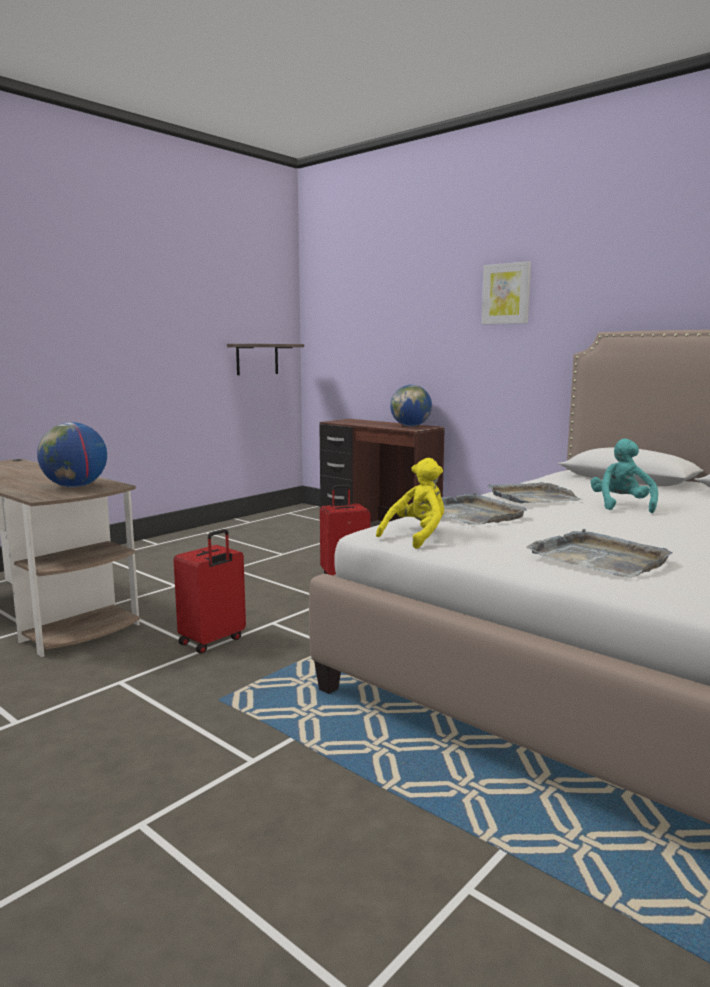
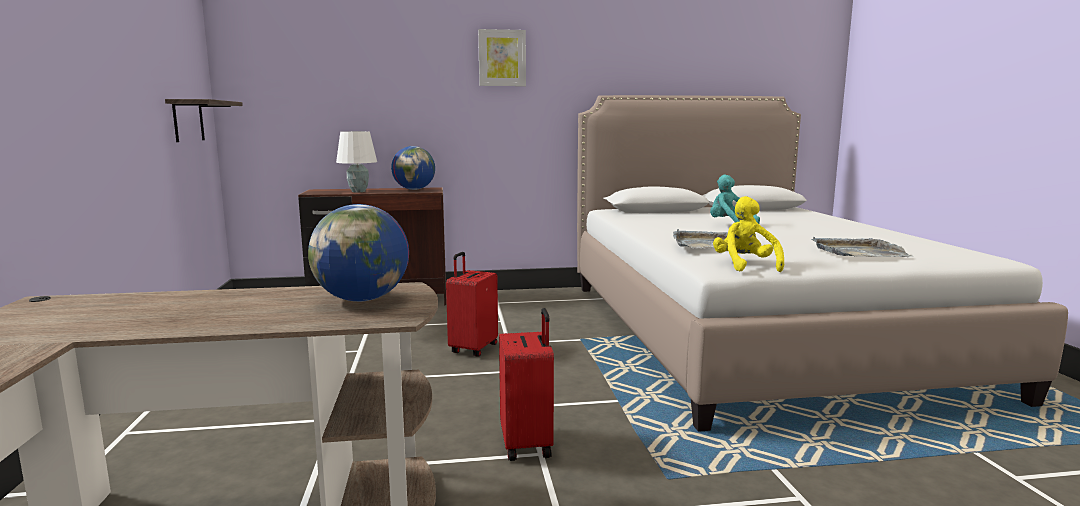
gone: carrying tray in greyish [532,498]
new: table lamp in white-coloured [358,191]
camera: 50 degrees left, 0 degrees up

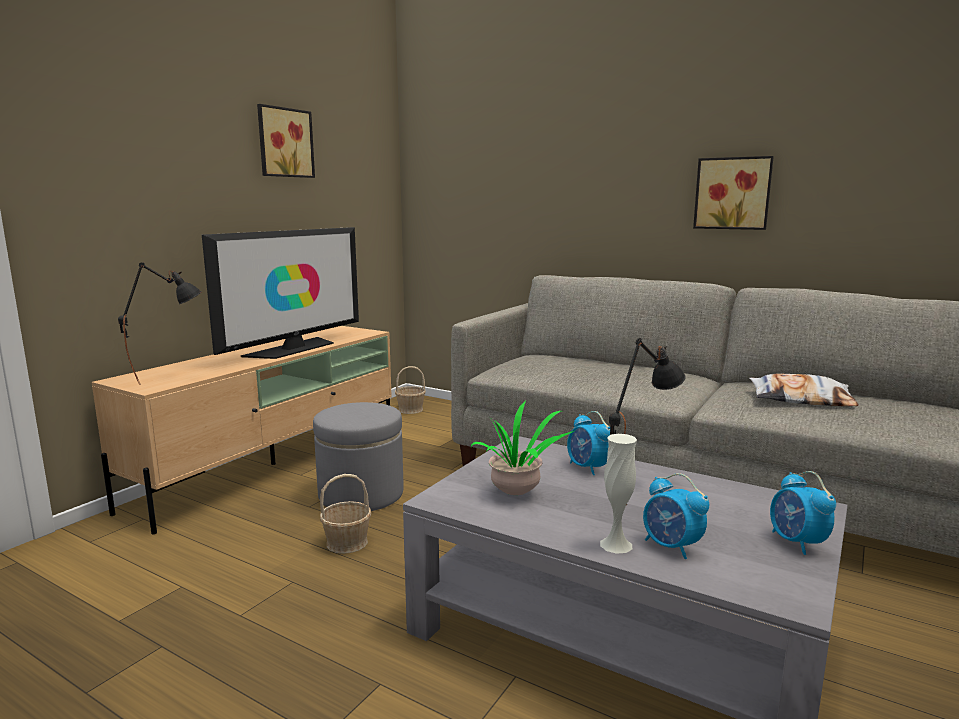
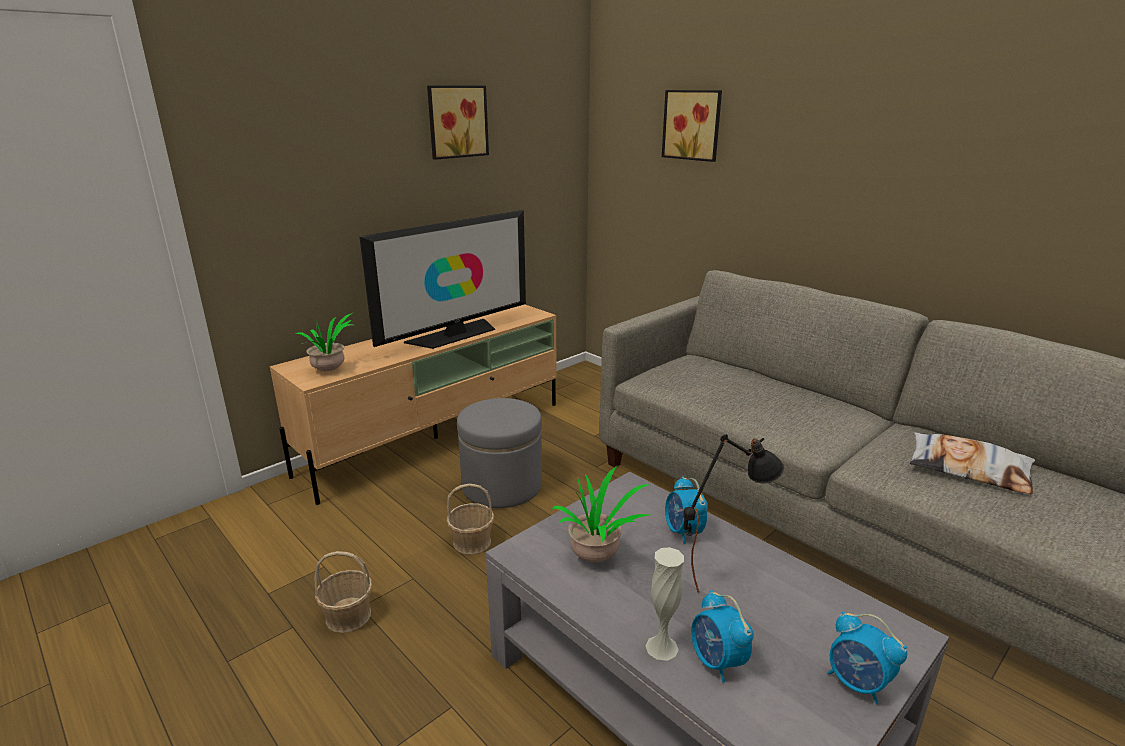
shifted: household basket [410,410] to [348,615]; wall art [732,193] to [693,125]
swapped: table lamp in blackish [169,380] to plant in a pot [331,371]
rotated: alarm clock [797,542] = [857,683] 45 degrees counterclockwise
camera: 15 degrees right, 10 degrees up

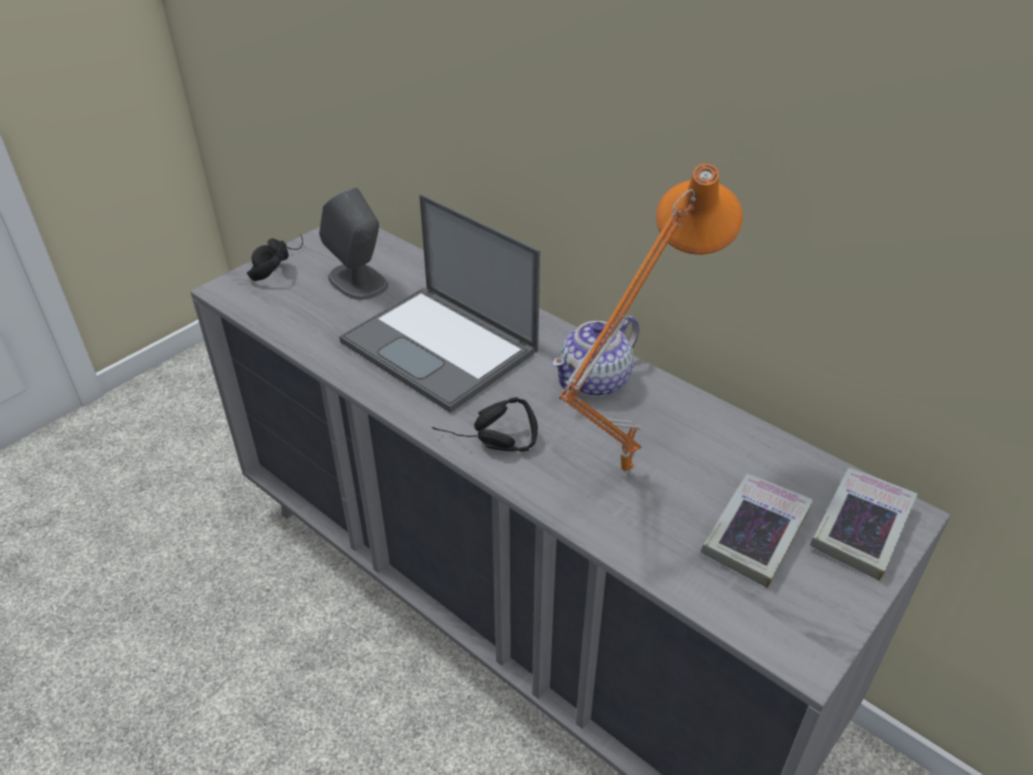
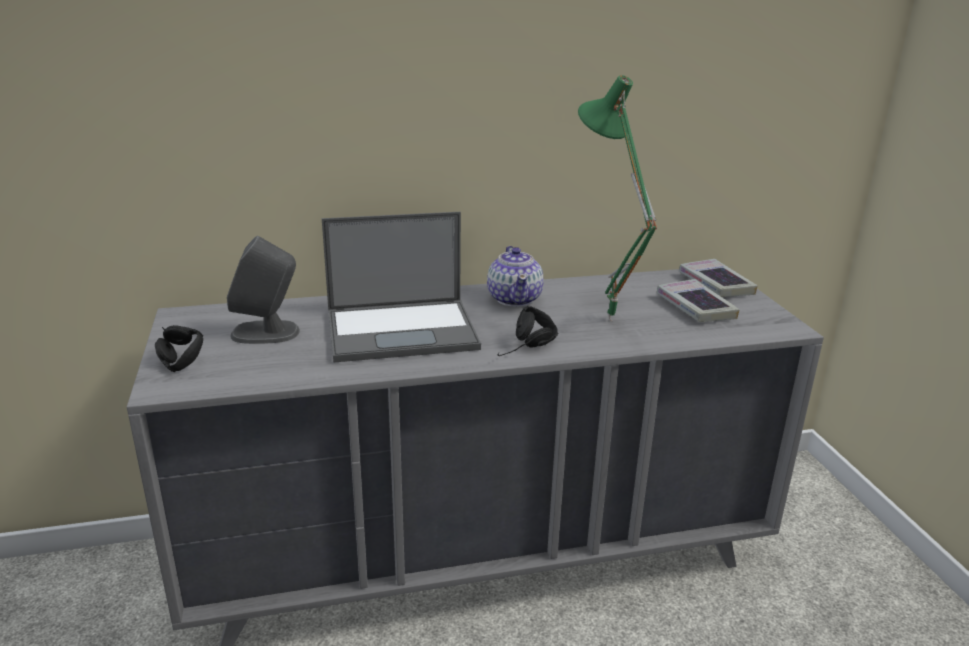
repainted: table lamp in orangey [622,470] to table lamp in greenish [605,320]
camera: 55 degrees left, 15 degrees down

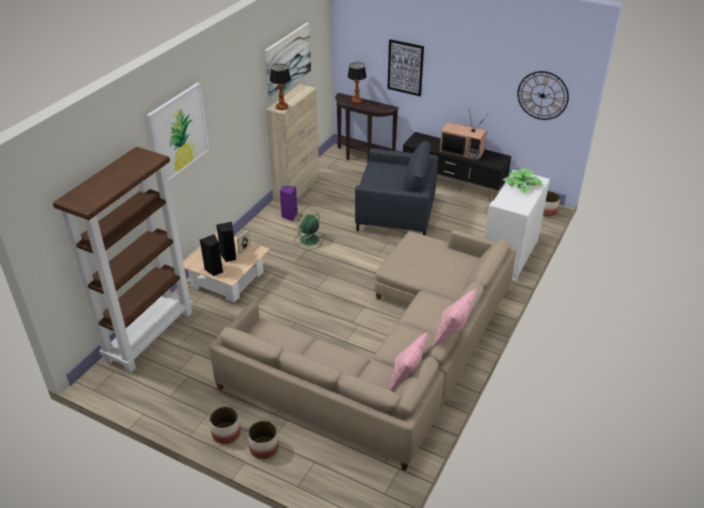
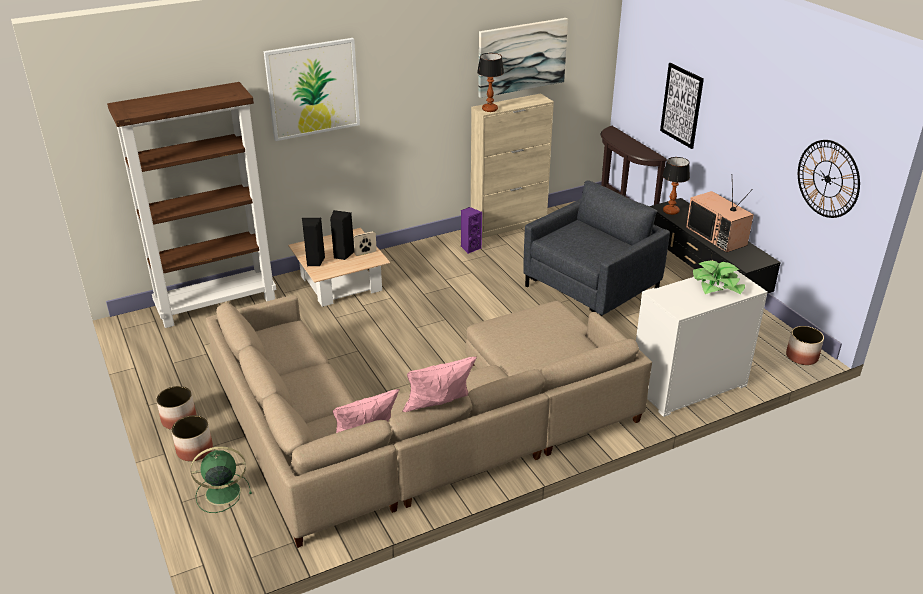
shifted: cooling fan in greenish [309,240] to [221,493]; table lamp [357,101] to [671,211]
rotated: easy chair in greyish [396,214] = [592,289] 90 degrees counterclockwise
camera: 35 degrees right, 5 degrees down

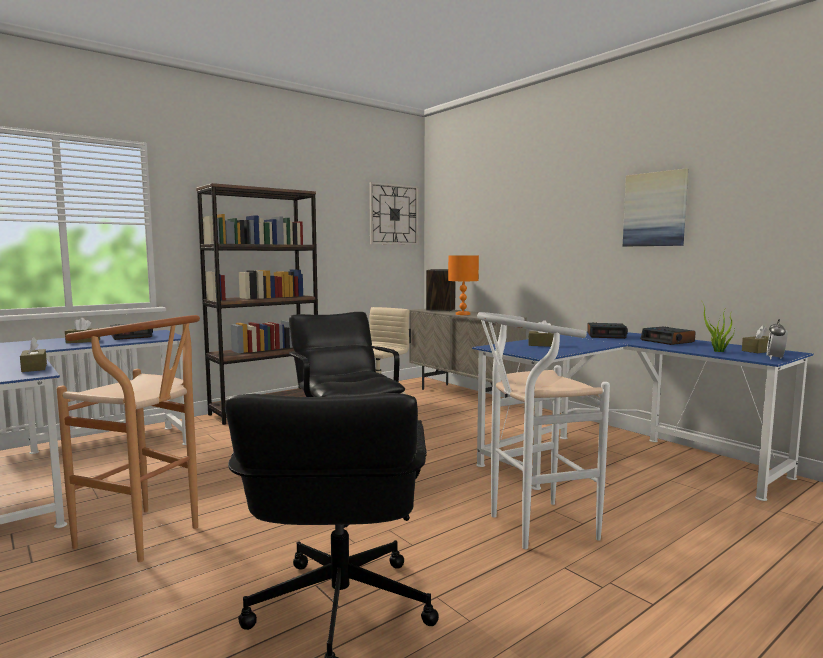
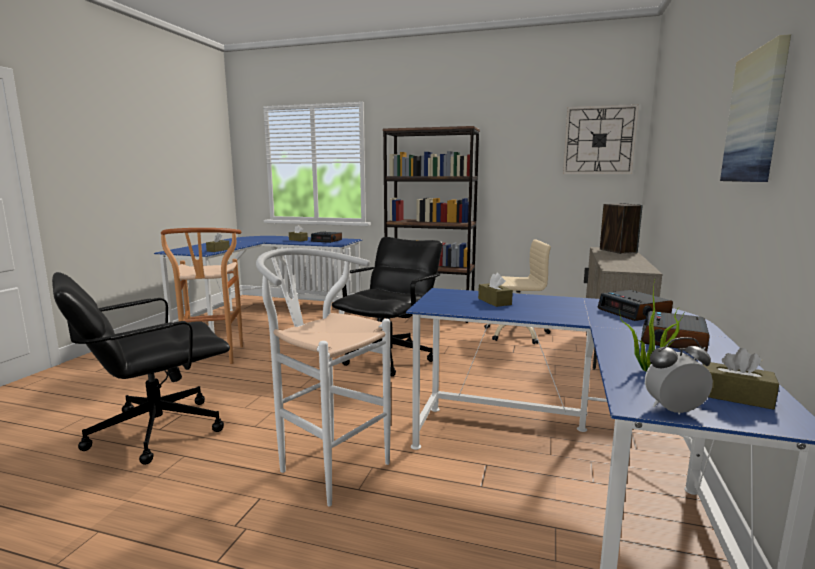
gone: table lamp in orangey [462,314]
camera: 55 degrees right, 5 degrees up

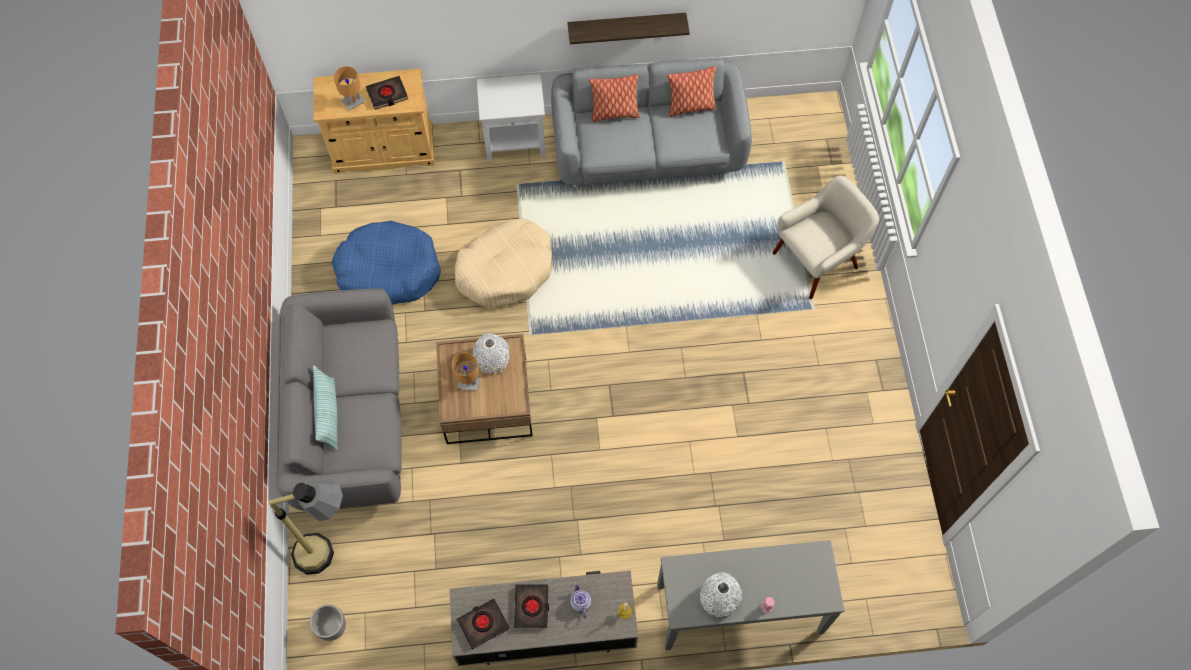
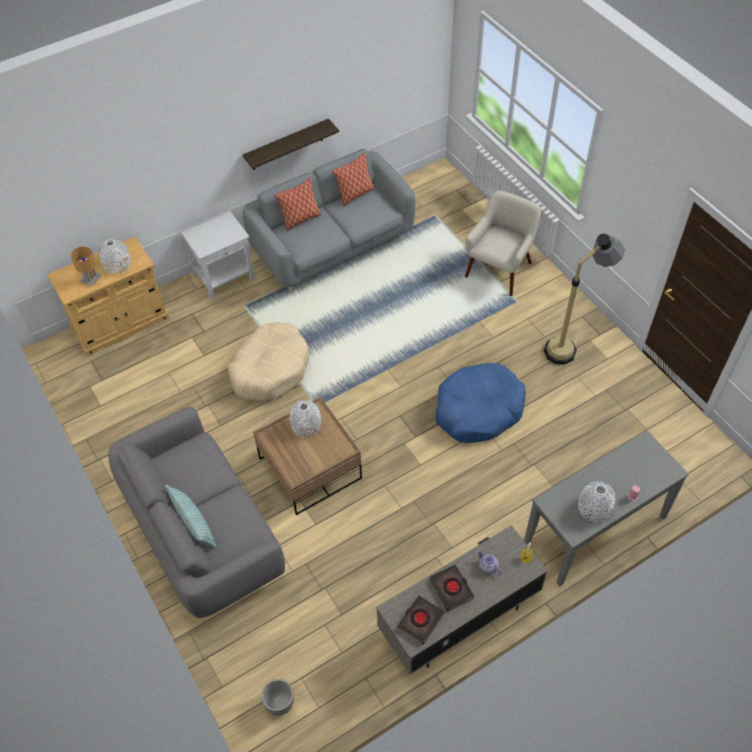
gone: table lamp in brownish [468,382]
shifted: floor lamp [332,552] to [571,345]; pet bed in blue [389,271] to [478,410]
swapped: bound book in blackish [387,95] to vase in white-coloured [117,264]
camera: 25 degrees left, 10 degrees down

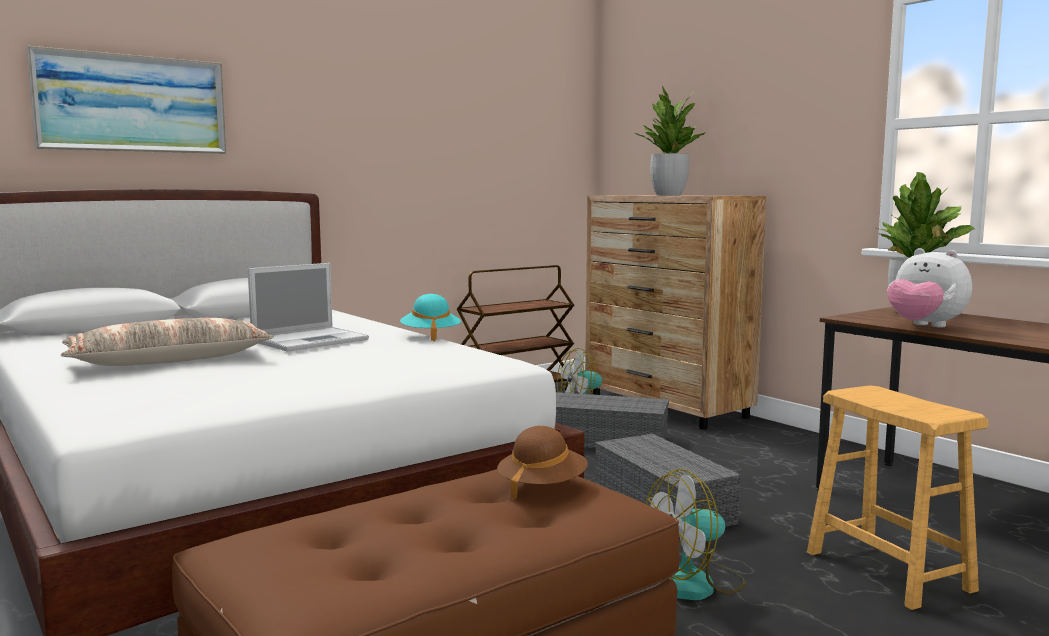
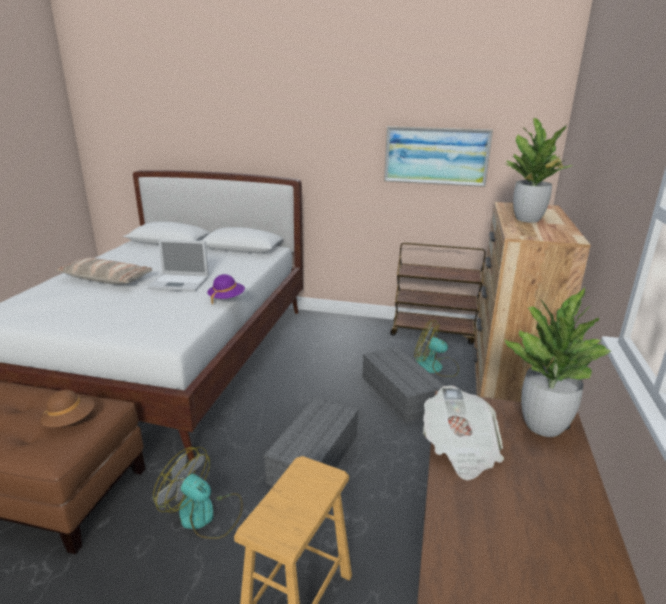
shifted: wall art [132,104] to [436,156]
swapped: soft toy [924,326] to newspaper [460,449]
repainted: hat in turquoise [430,336] to hat in purple-coloured [226,298]
camera: 50 degrees right, 15 degrees up

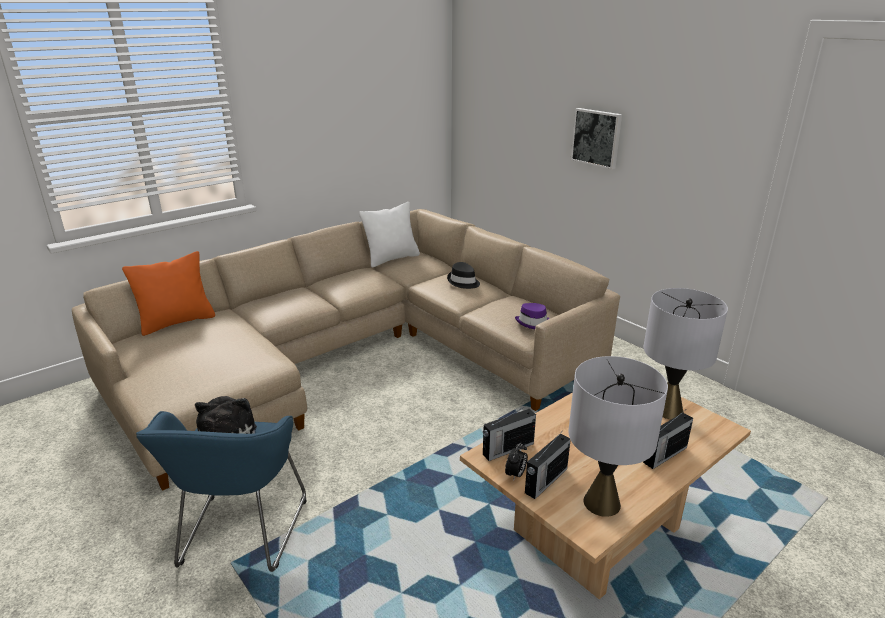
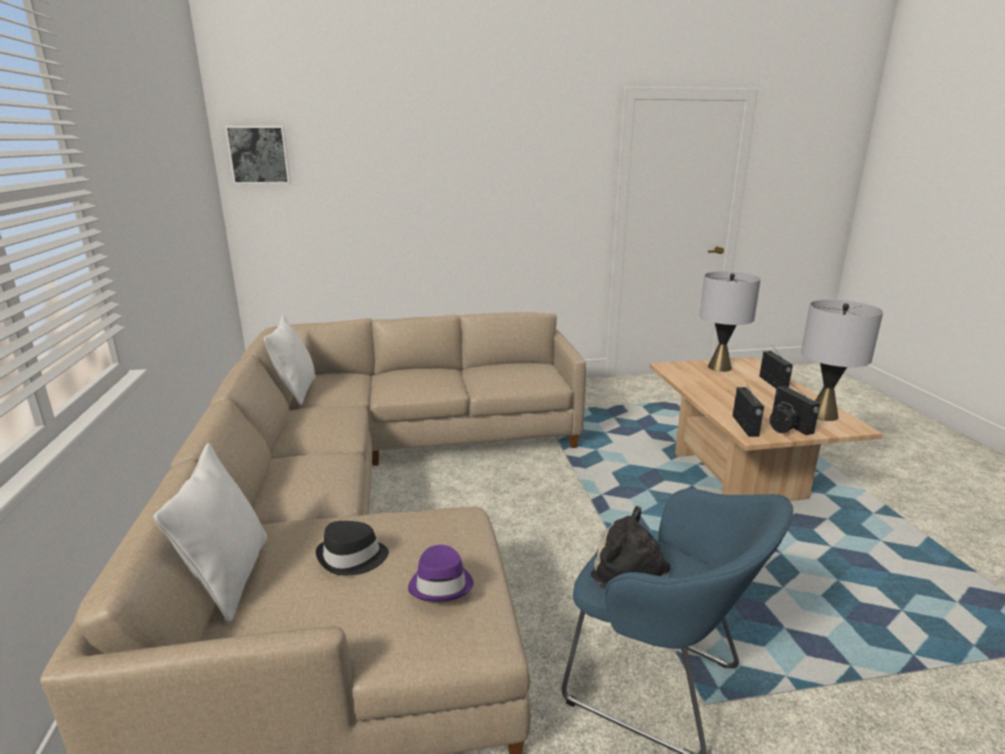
shifted: hat in blackish [463,282] to [352,558]; hat in purple-coloured [534,323] to [441,584]; wall art [597,137] to [259,155]
repainted: cushion in orangey [177,322] to cushion in white-coloured [230,578]
camera: 60 degrees left, 5 degrees down

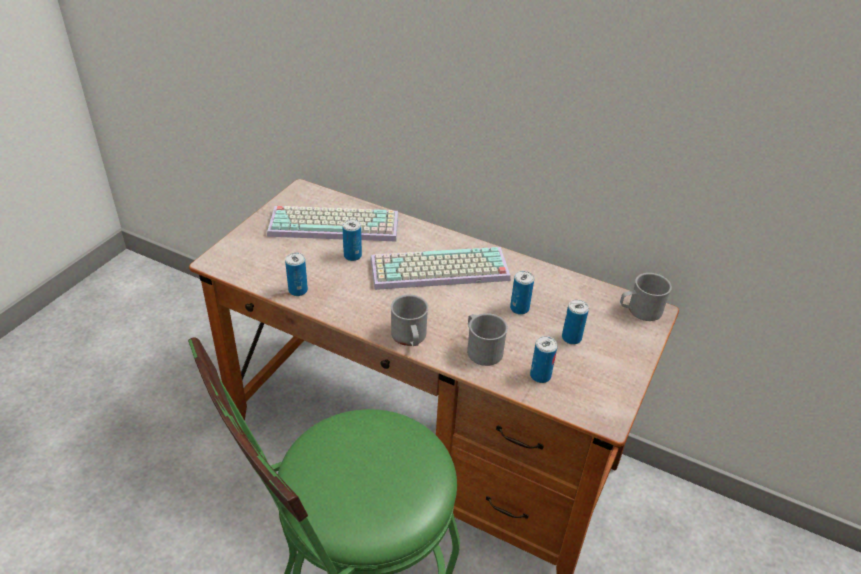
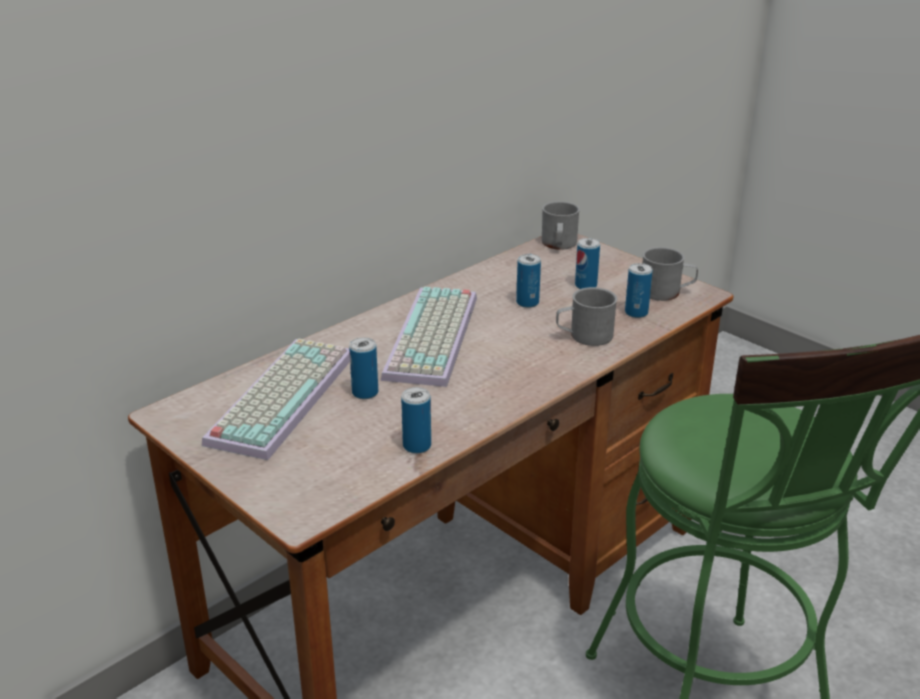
shifted: mug in greyish [410,338] to [666,292]
camera: 70 degrees left, 10 degrees down

